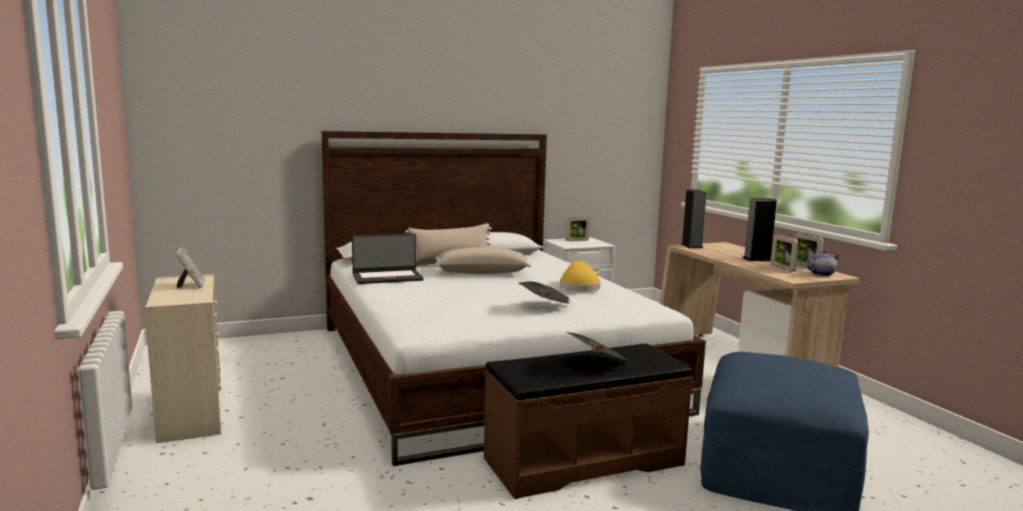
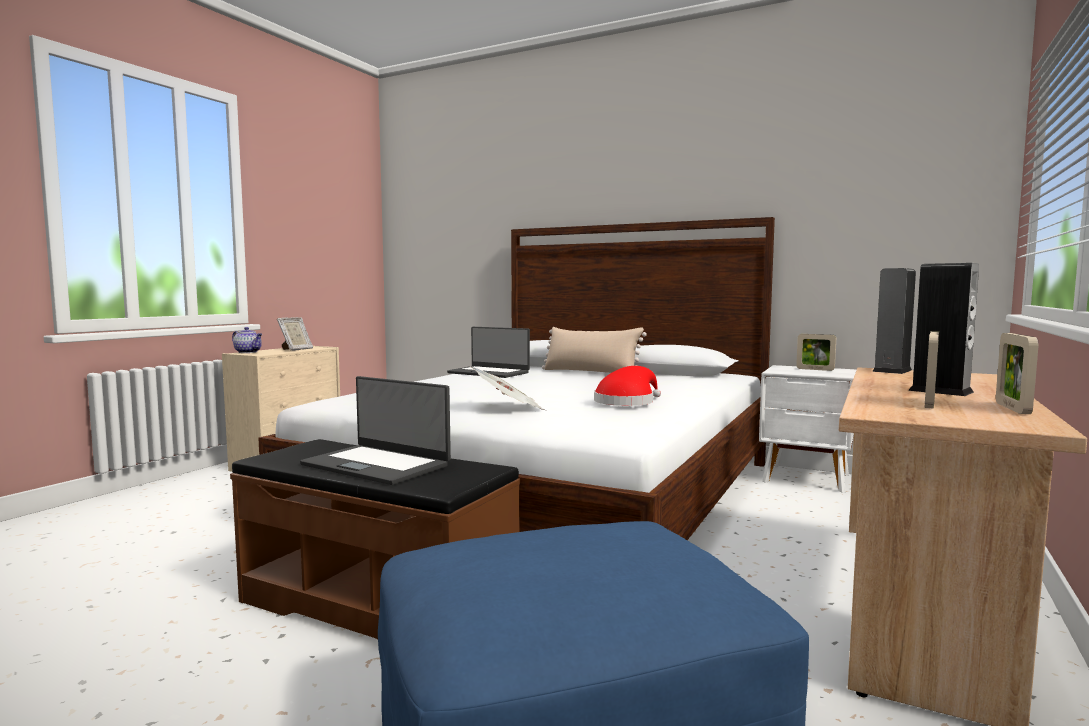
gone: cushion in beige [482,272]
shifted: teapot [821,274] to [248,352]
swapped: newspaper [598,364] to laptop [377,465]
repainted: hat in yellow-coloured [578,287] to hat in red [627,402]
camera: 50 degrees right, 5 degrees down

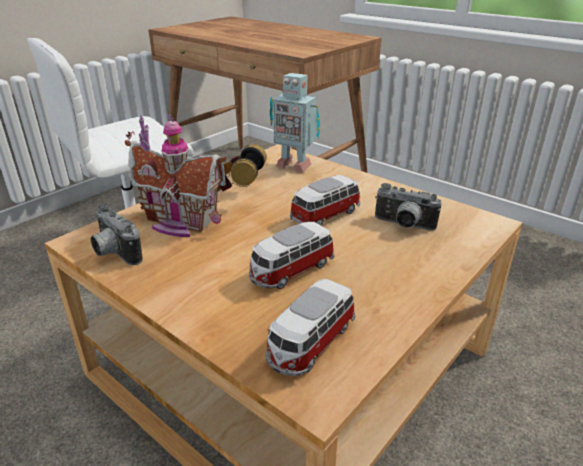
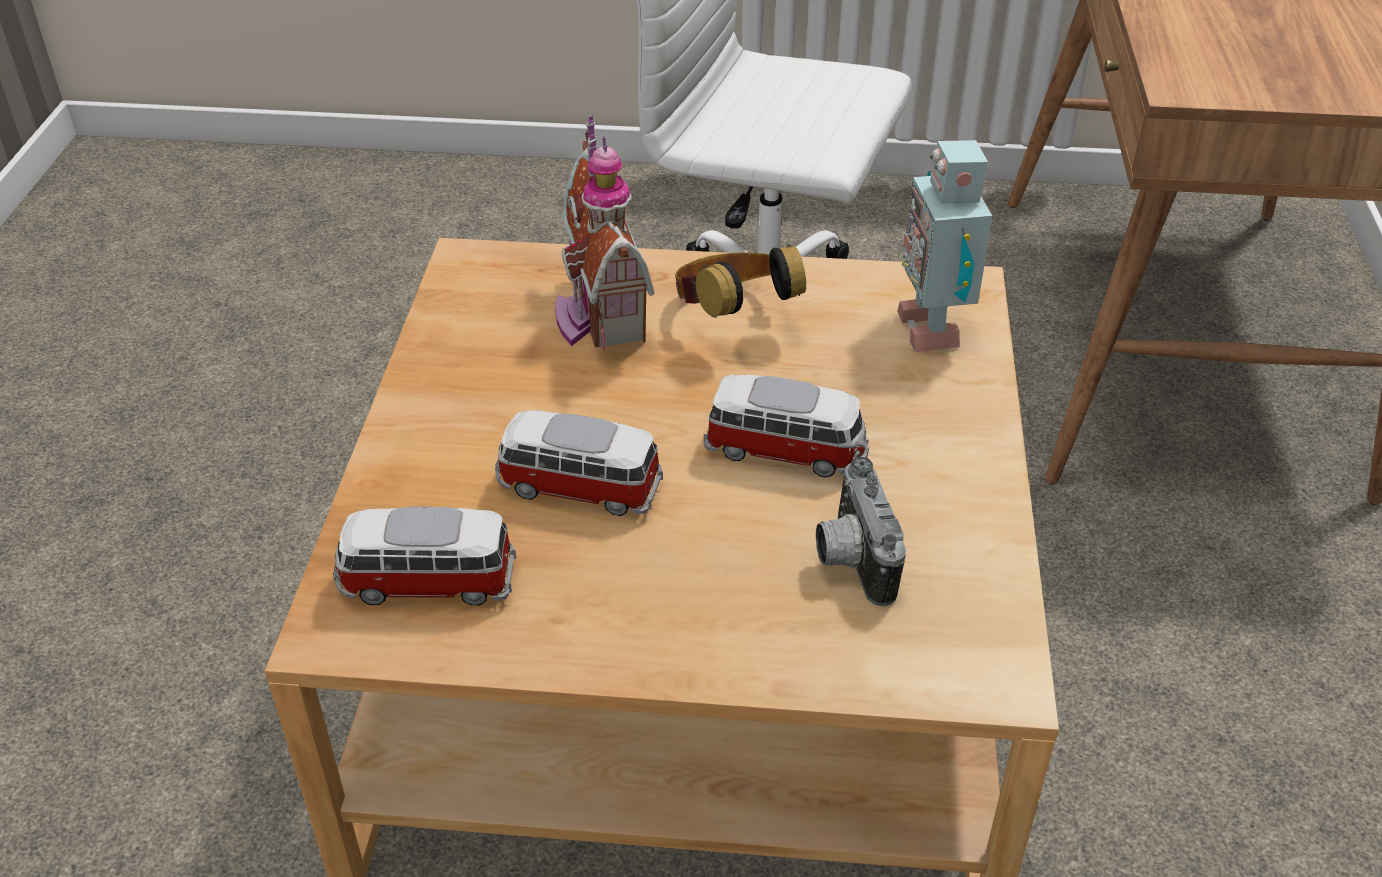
gone: still camera [114,253]
camera: 55 degrees right, 10 degrees up

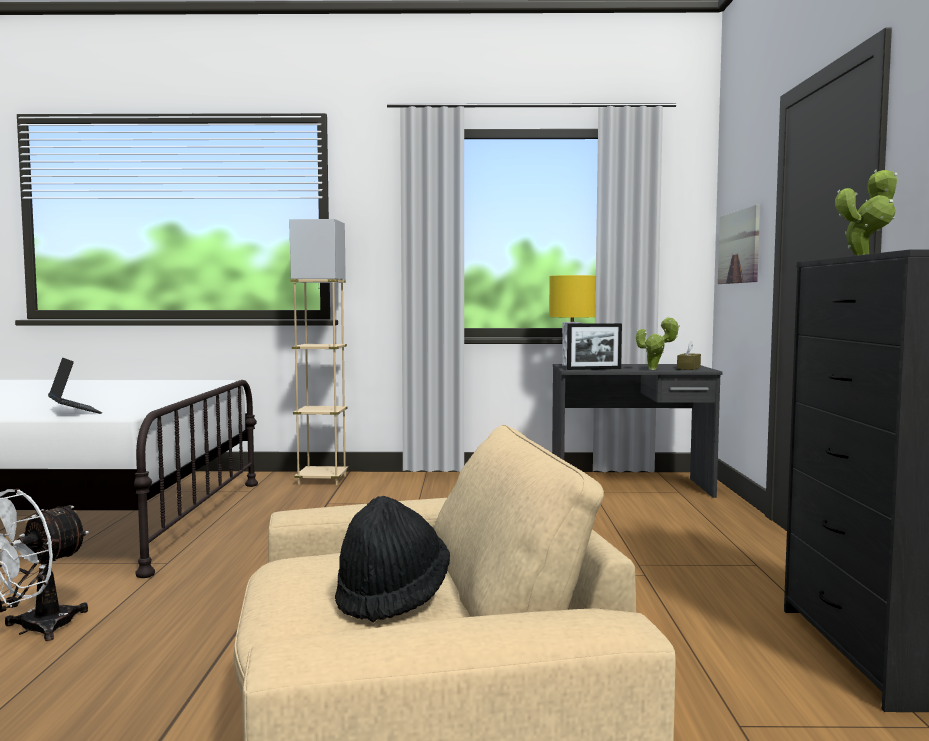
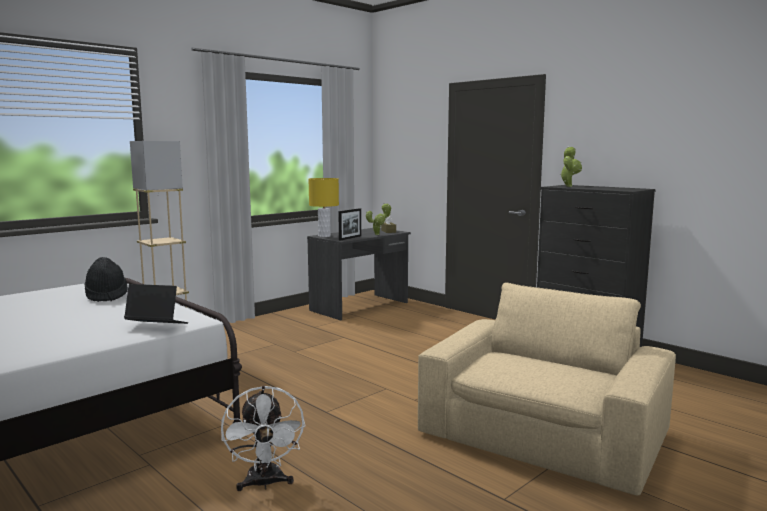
gone: wall art [739,247]
shifted: hat in blackish [392,596] to [106,296]
camera: 45 degrees left, 5 degrees up

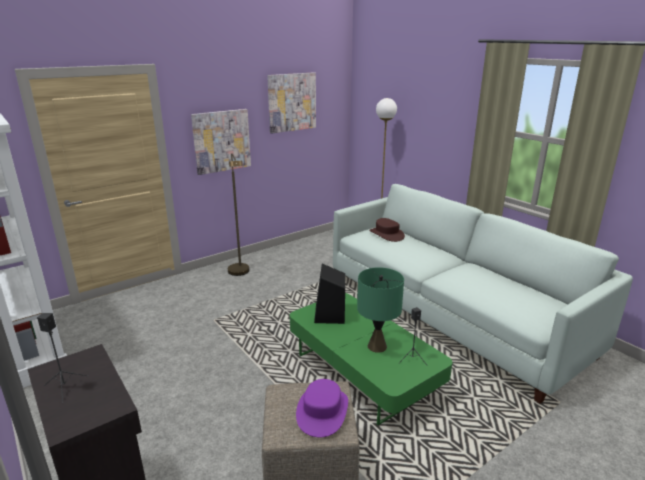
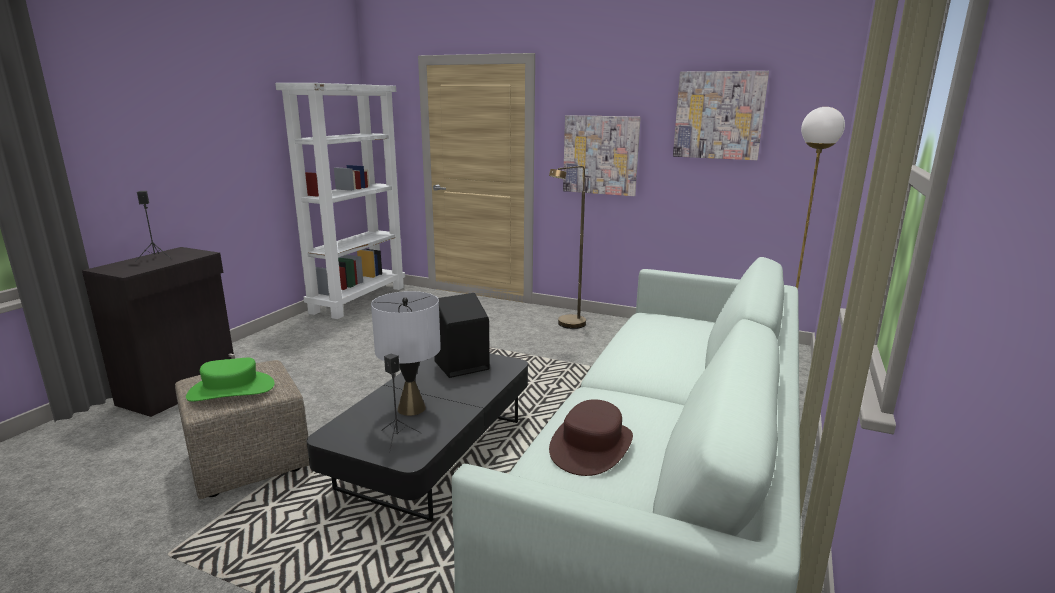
shifted: hat in brownish [387,234] to [591,446]
repainted: lounge table in greenish [363,373] to lounge table in blackish [434,453]; hat in purple-coloured [322,411] to hat in greenish [231,389]; table lamp in greenish [377,346] to table lamp in greyish [411,408]
camera: 60 degrees right, 5 degrees down

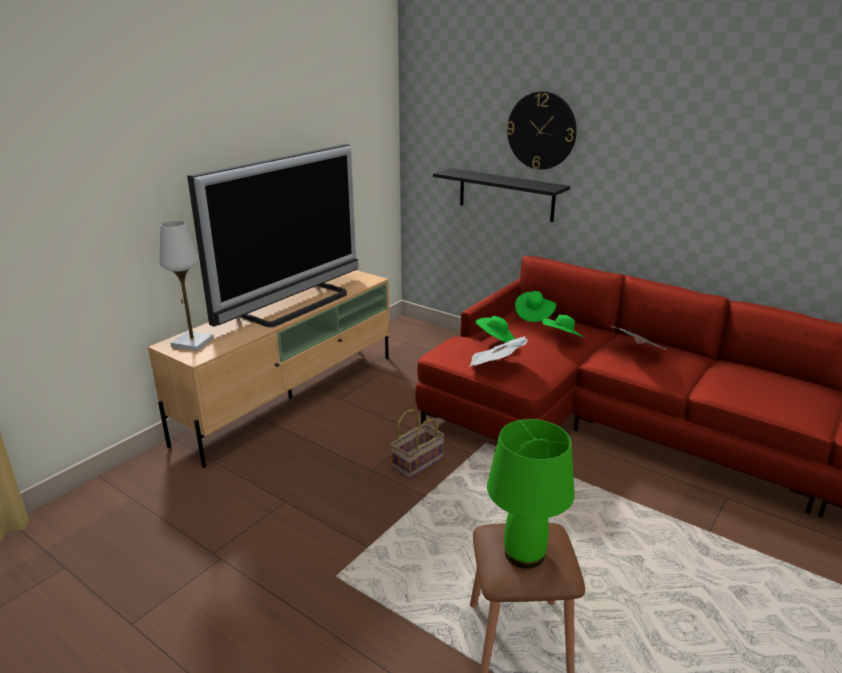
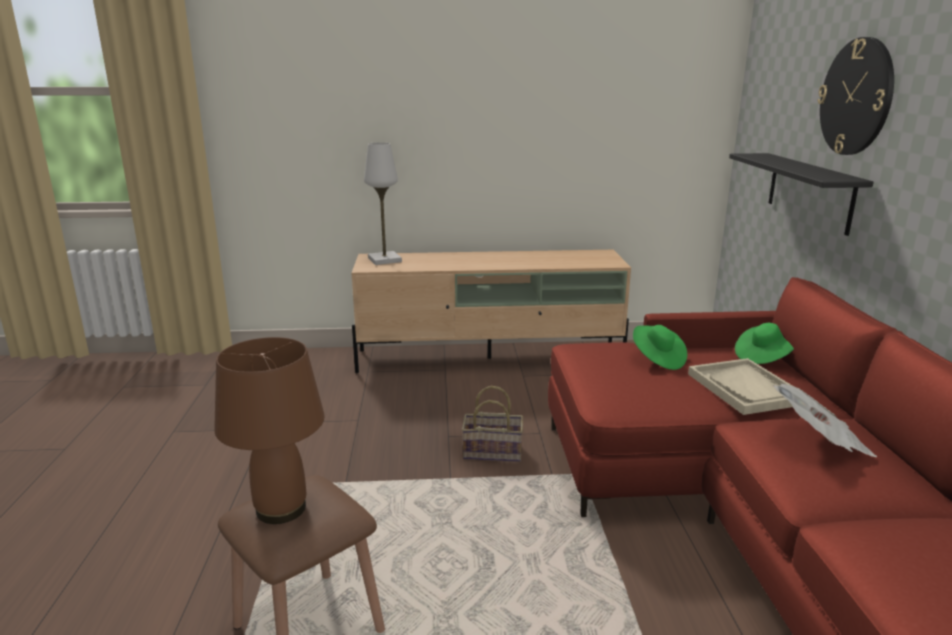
gone: television [296,304]; newspaper [495,365]
swapped: hat in greenish [562,338] to carrying tray in beige [745,388]
repainted: table lamp in greenish [525,554] to table lamp in brownish [281,509]
camera: 50 degrees right, 5 degrees down

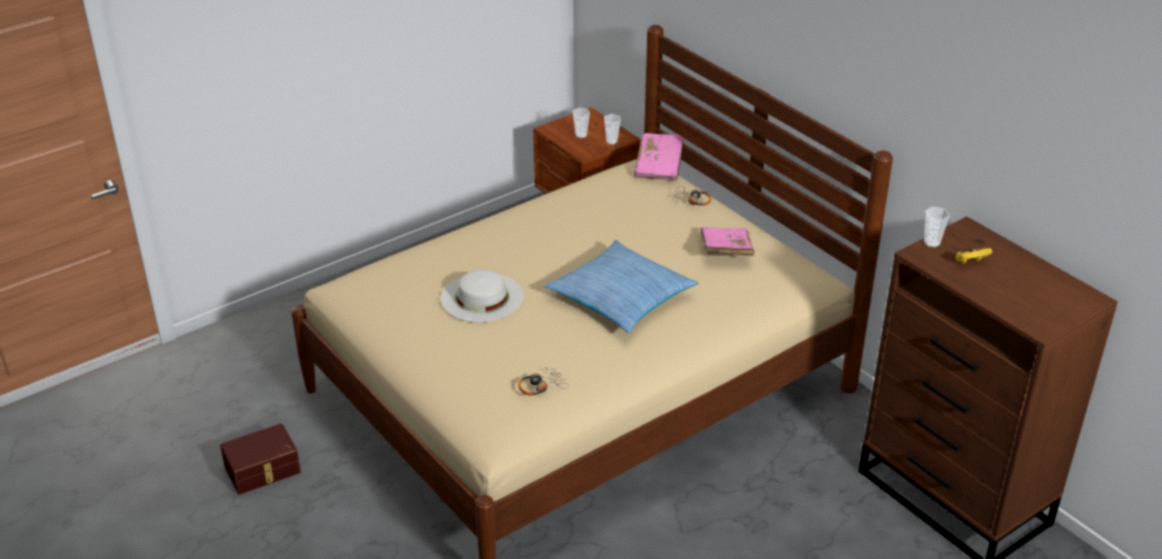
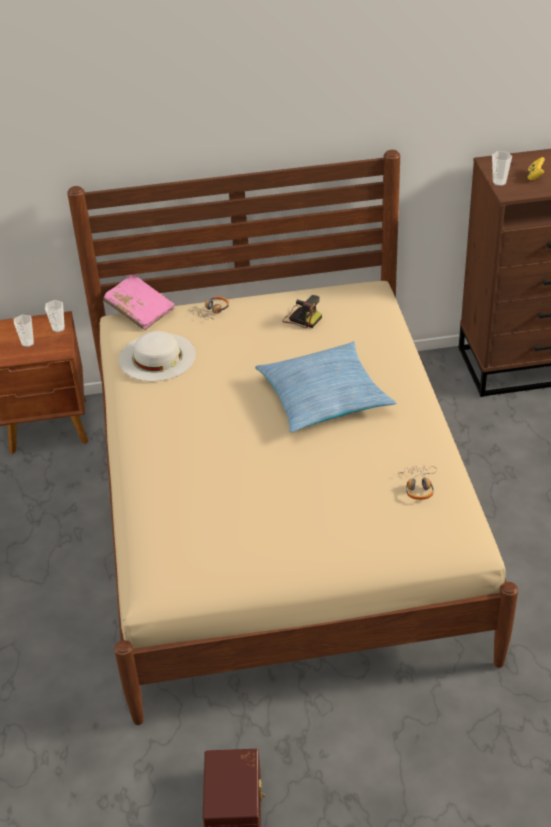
shifted: hat in white-coloured [482,297] to [157,357]
swapped: bound book in pink [726,251] to still camera [301,318]
camera: 60 degrees left, 5 degrees up

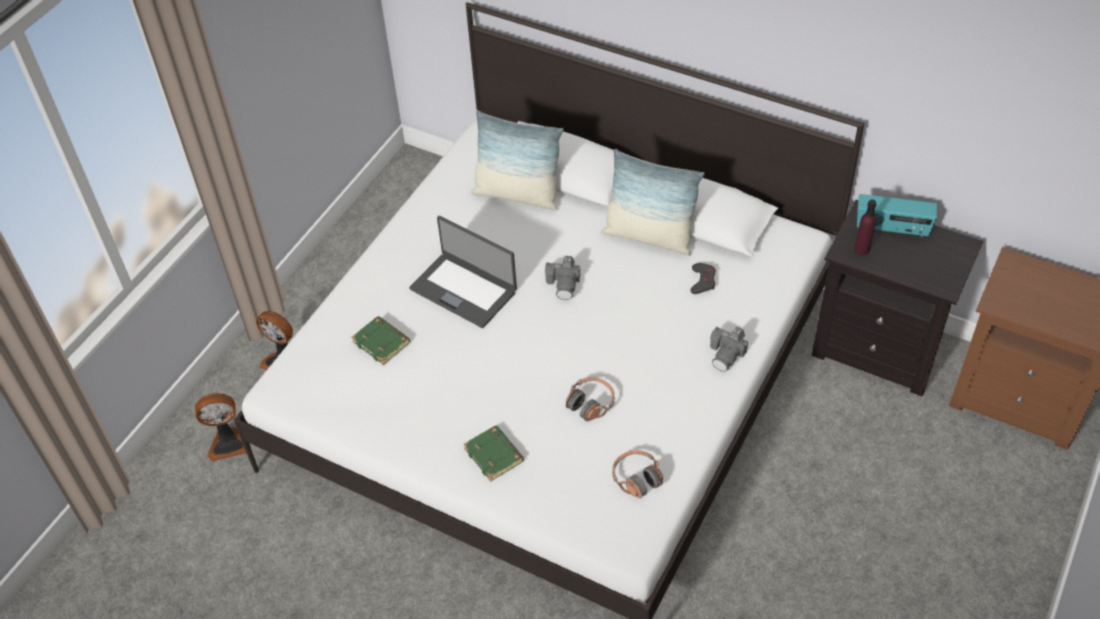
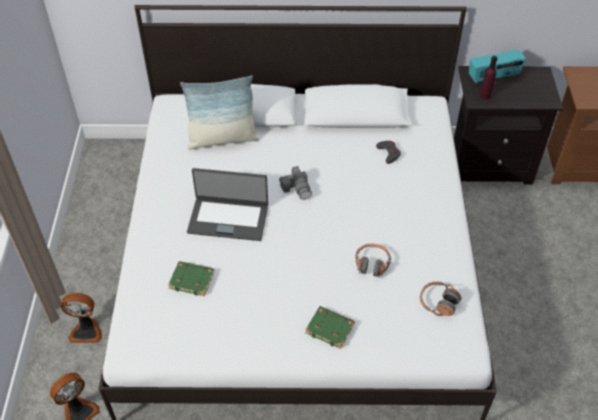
gone: cushion [649,236]; still camera [727,354]
camera: 30 degrees left, 0 degrees up

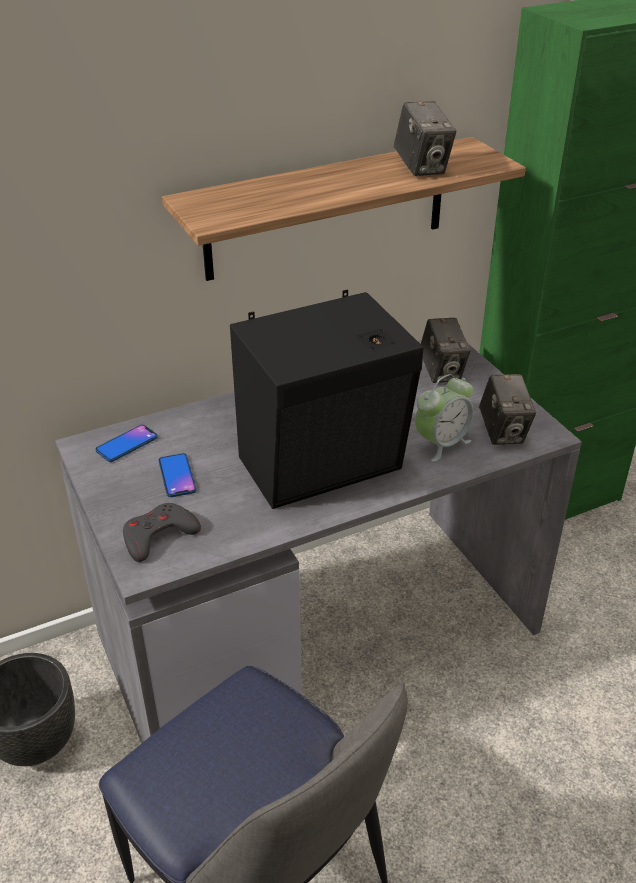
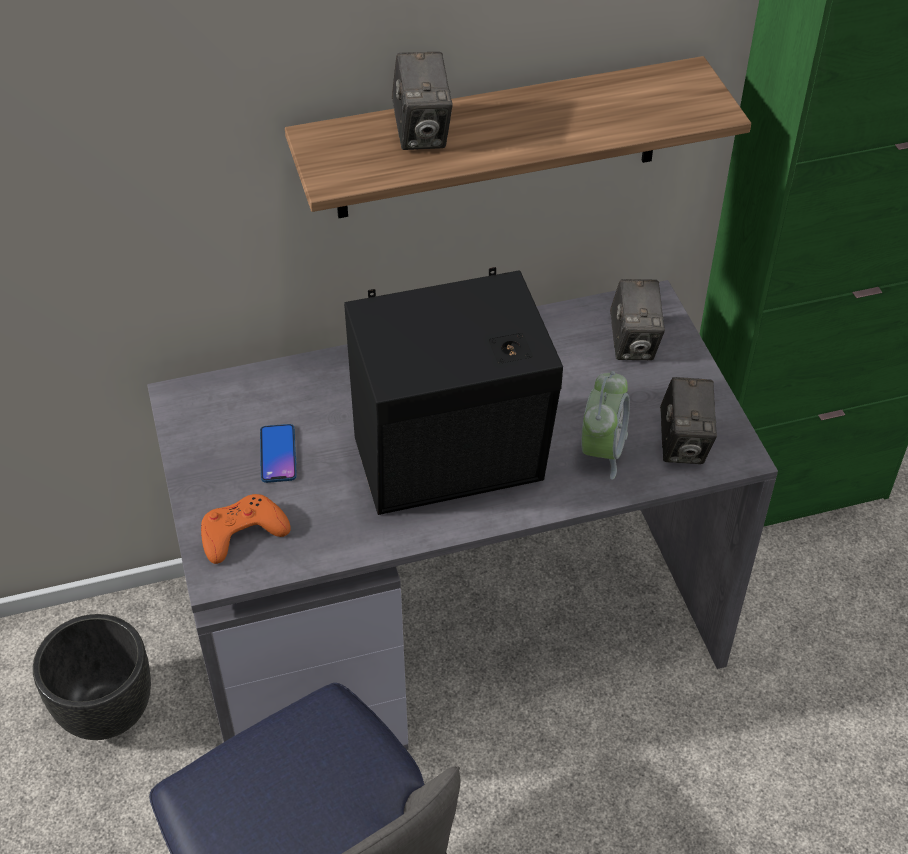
gone: phone [127,444]
shifted: still camera [422,168] to [422,133]
repainted: gamepad in greyish [158,536] to gamepad in orangey [242,532]
rotated: alarm clock [441,444] = [602,451] 45 degrees counterclockwise
camera: 10 degrees right, 10 degrees up

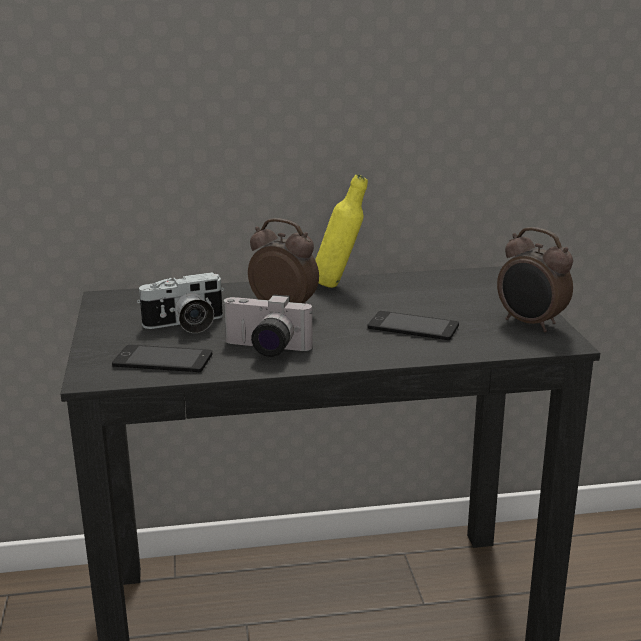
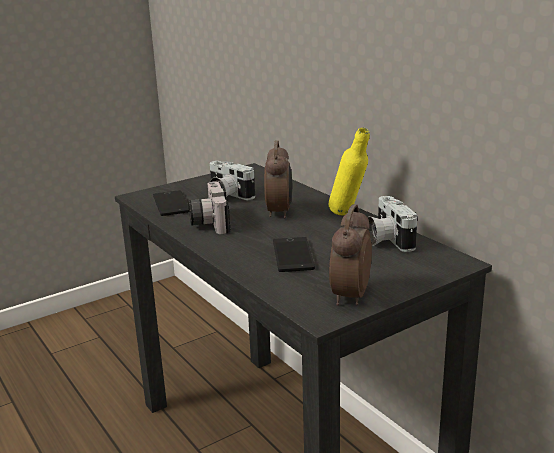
new: still camera [387,240]
camera: 65 degrees right, 0 degrees up

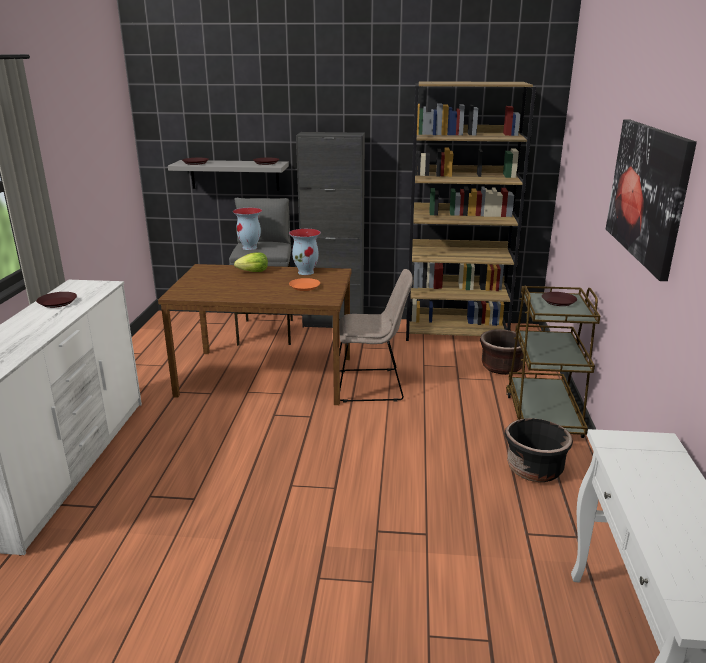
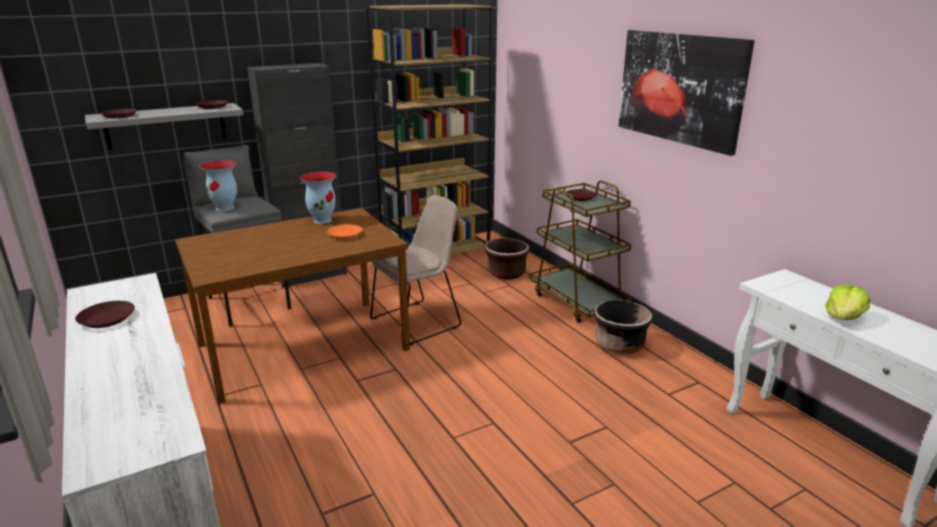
shifted: lettuce head [253,272] to [843,318]
camera: 35 degrees left, 0 degrees up

